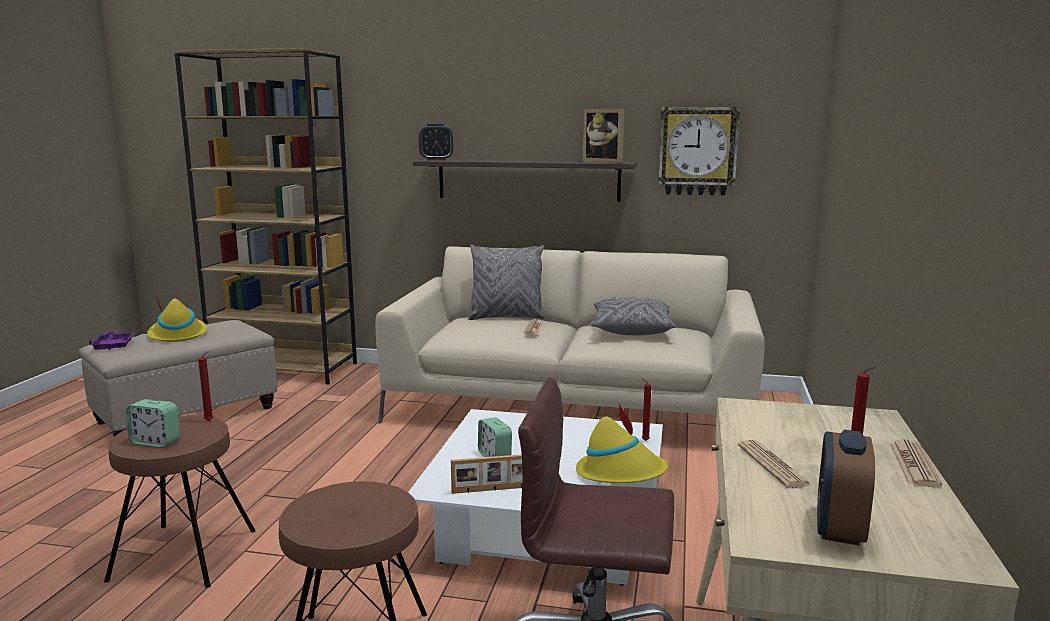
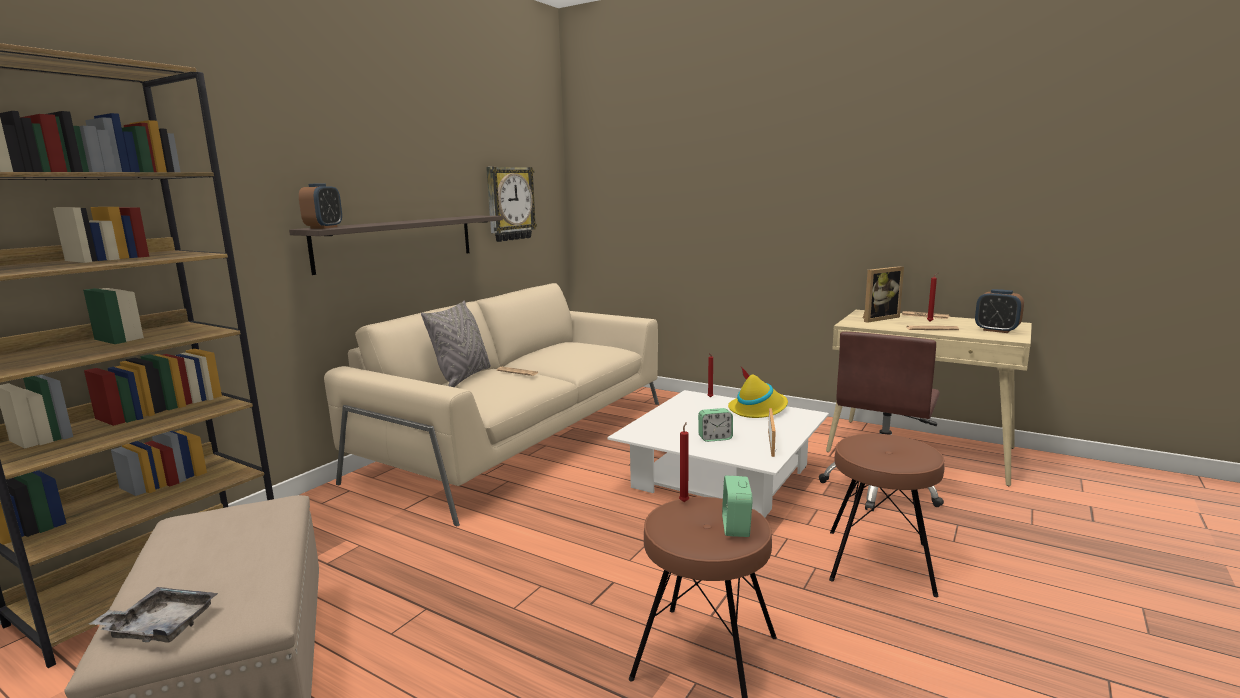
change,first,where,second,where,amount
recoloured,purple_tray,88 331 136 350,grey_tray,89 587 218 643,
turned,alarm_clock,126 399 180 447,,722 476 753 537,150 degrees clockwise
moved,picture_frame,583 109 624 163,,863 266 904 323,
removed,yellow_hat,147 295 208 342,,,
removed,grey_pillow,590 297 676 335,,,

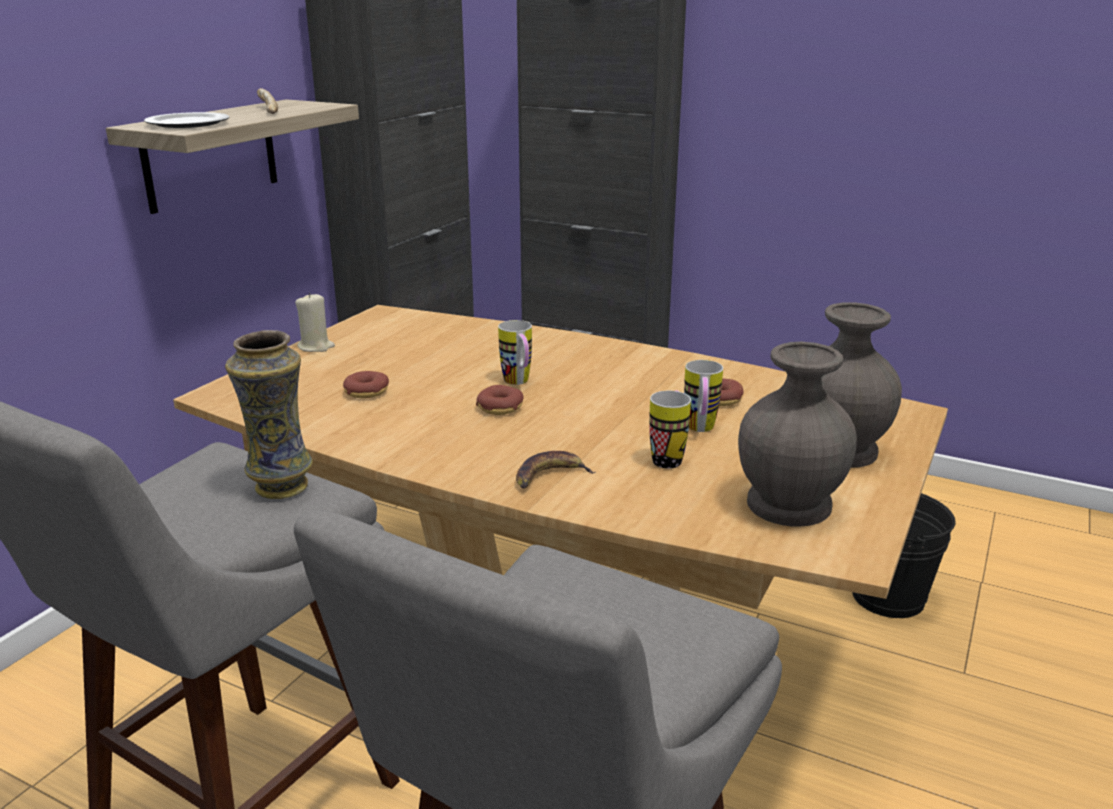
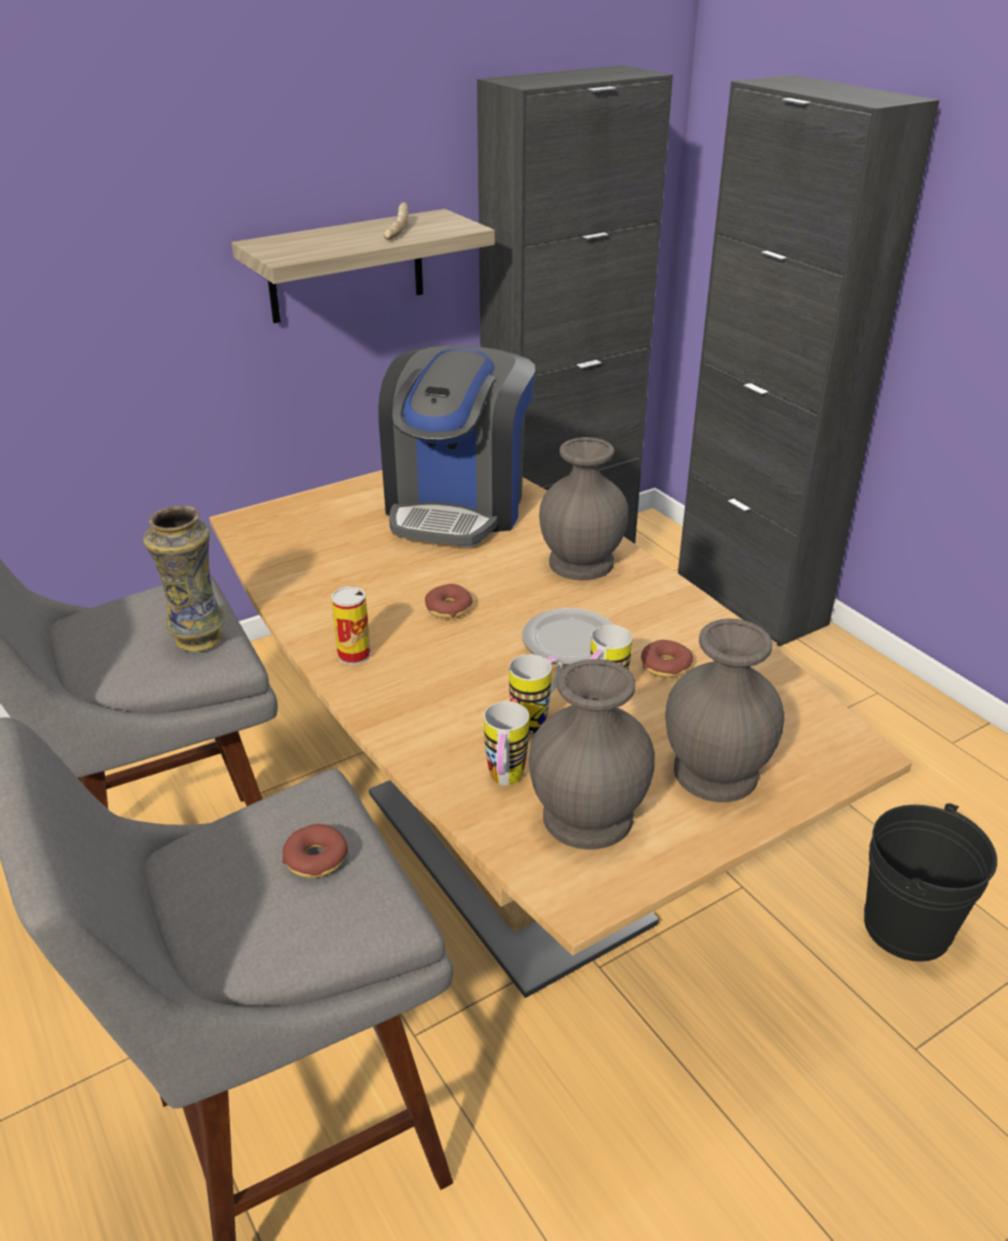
change,first,where,second,where,amount
moved,donut,343 371 389 398,,282 824 348 878,
added,,,can,331 586 371 665,
added,,,coffee_machine,378 345 535 546,
moved,mug,498 320 532 385,,484 701 529 785,
moved,plate,144 112 229 128,,522 608 614 665,
added,,,grey_vase,539 437 628 580,
removed,beige_candle,295 293 335 352,,,
removed,banana,516 451 596 489,,,

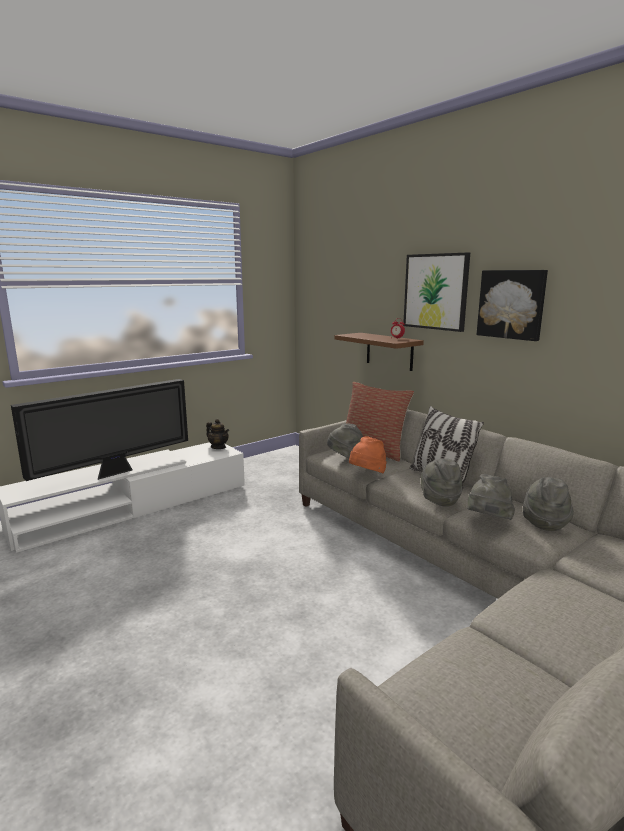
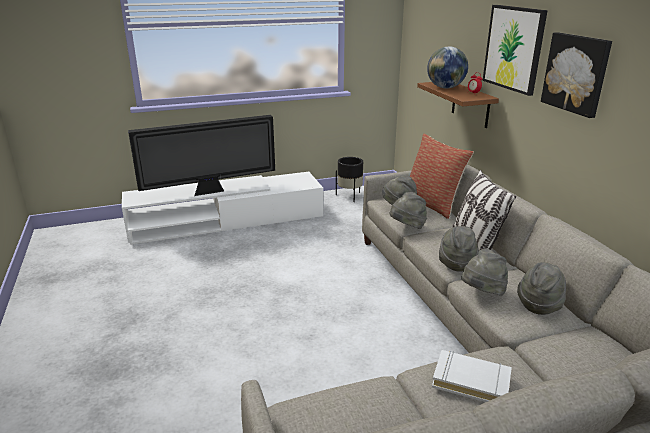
change,first,where,second,where,amount
added,,,black_planter,336 157 363 202,
recoloured,orange_hat,349 436 387 473,grey_hat,390 192 427 229,
added,,,globe,427 47 468 88,
added,,,white_book,432 350 512 402,
removed,teapot,206 419 229 449,,,

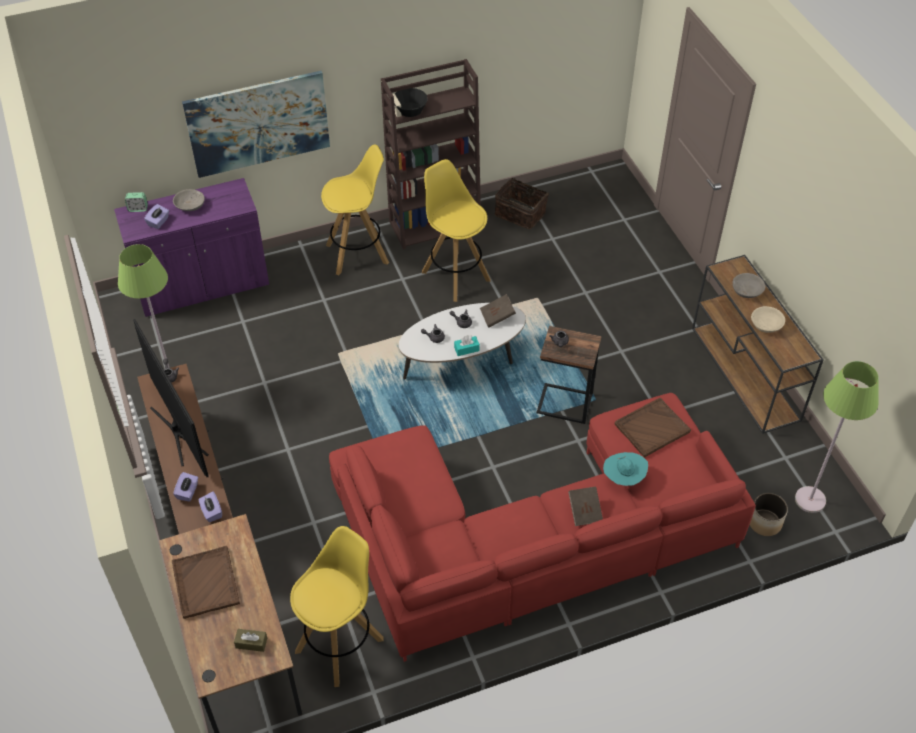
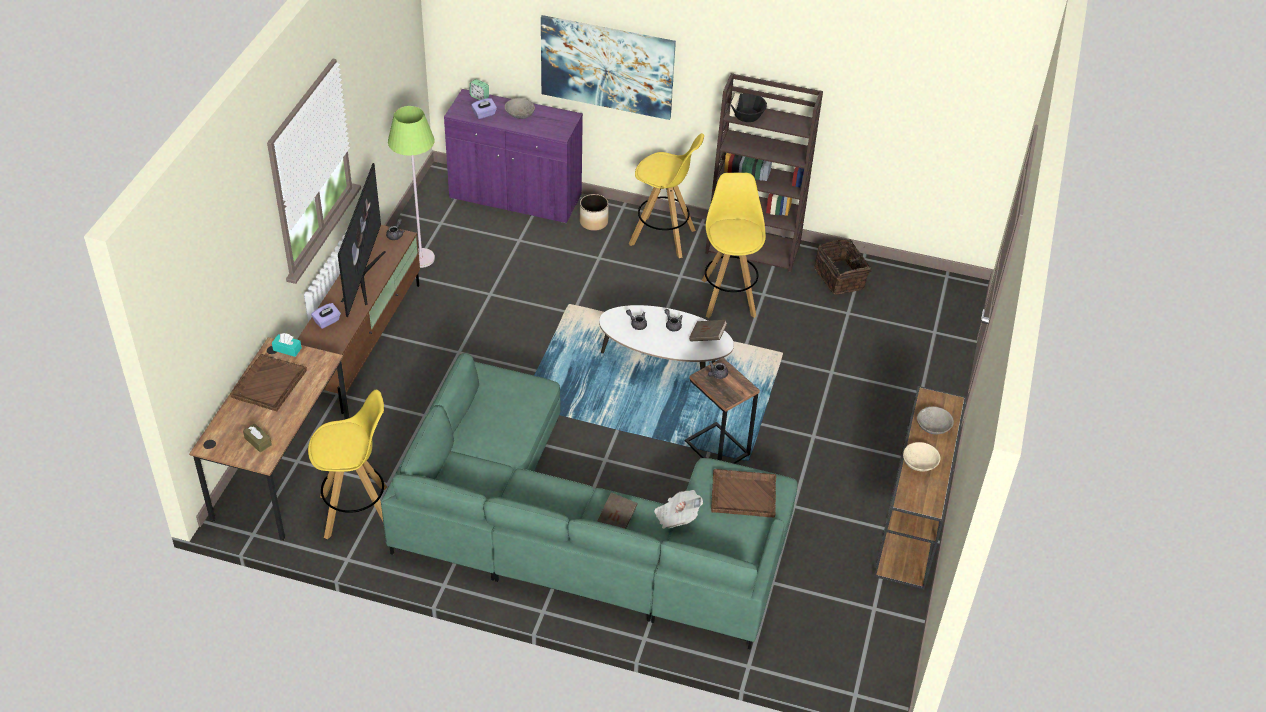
change,first,where,second,where,amount
moved,turquoise_tissue_box,454 335 480 356,,272 333 302 357,
recoloured,red_sofa,329 393 756 662,green_sofa,381 353 797 650,
moved,planter,750 493 788 536,,579 194 609 231,
replaced,turquoise_hat,603 452 648 486,newspaper,654 490 703 529,
removed,purple_tissue_box,199 491 222 522,,,
removed,green_floor_lamp,795 361 879 513,,,

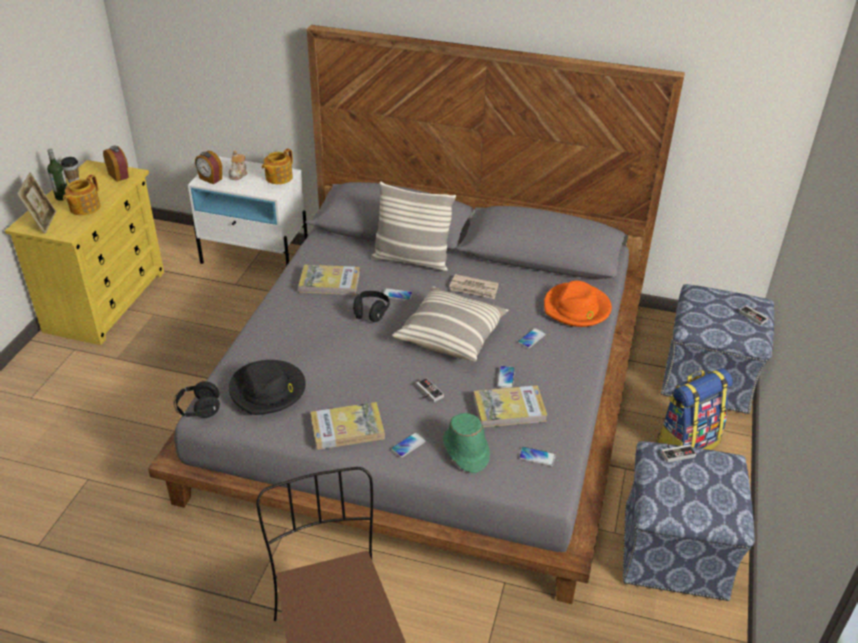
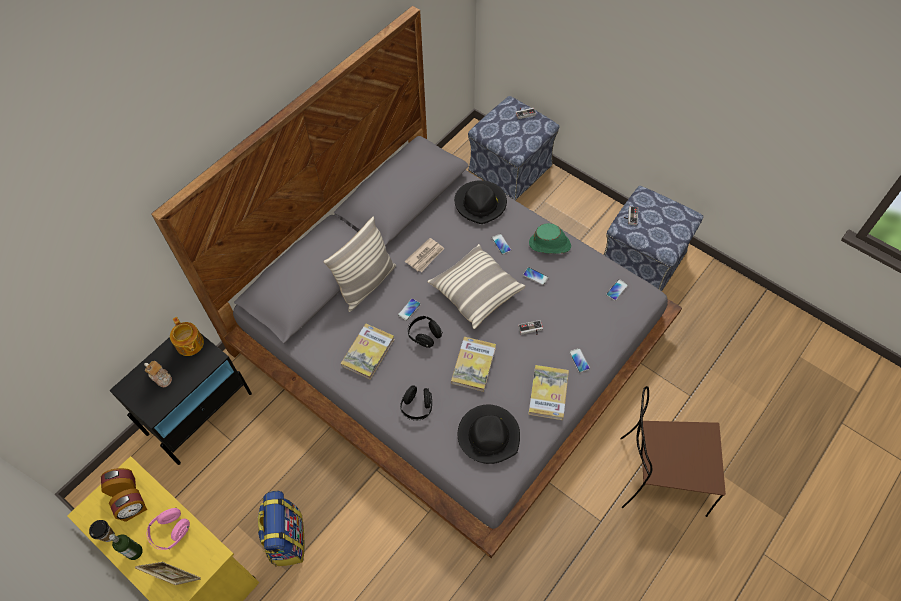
change,first,where,second,where,amount
recoloured,white_nightstand,188 156 308 266,black_nightstand,109 333 252 465,
moved,alarm_clock,195 151 222 184,,109 489 147 522,
replaced,teapot,63 175 100 215,pink_headphones,147 508 190 550,
moved,backpack,656 368 733 450,,258 491 305 567,
moved,black_headphones,174 381 220 418,,400 386 432 421,
moved,book,473 385 547 427,,451 337 496 392,
recoloured,orange_hat,544 281 612 327,black_hat,454 180 507 224,
moved,green_hat,443 413 490 473,,529 223 571 254,

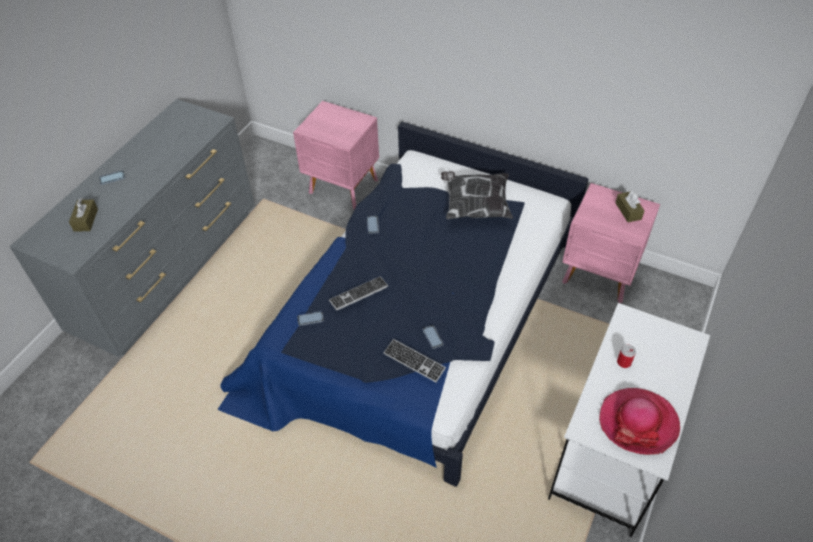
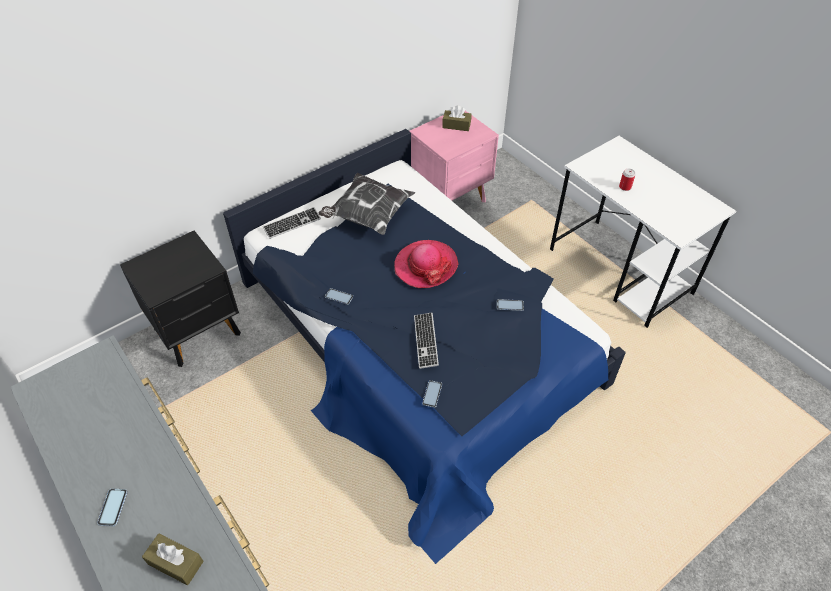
change,first,where,second,where,amount
recoloured,pink_nightstand,293 101 379 210,black_nightstand,120 231 241 367,
moved,keyboard,384 339 446 382,,263 207 321 239,
moved,hat,599 388 680 455,,394 240 459 288,

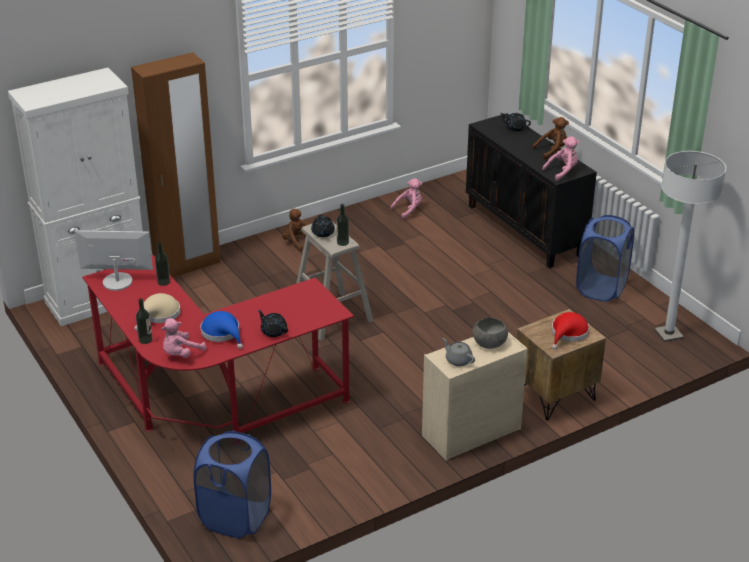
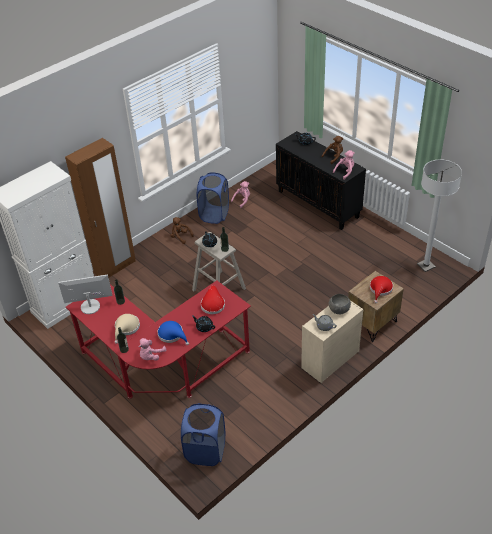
change,first,where,second,where,amount
moved,blue_laundry_basket,576 215 634 302,,197 173 229 224,
added,,,red_hat,201 285 225 314,

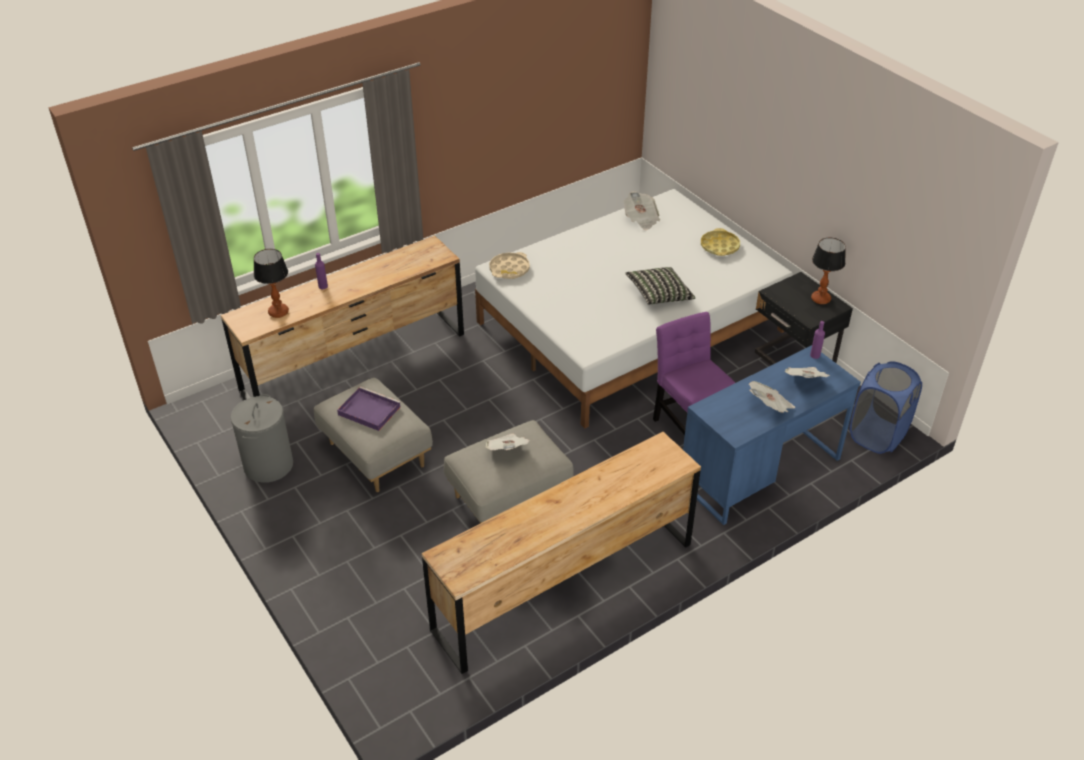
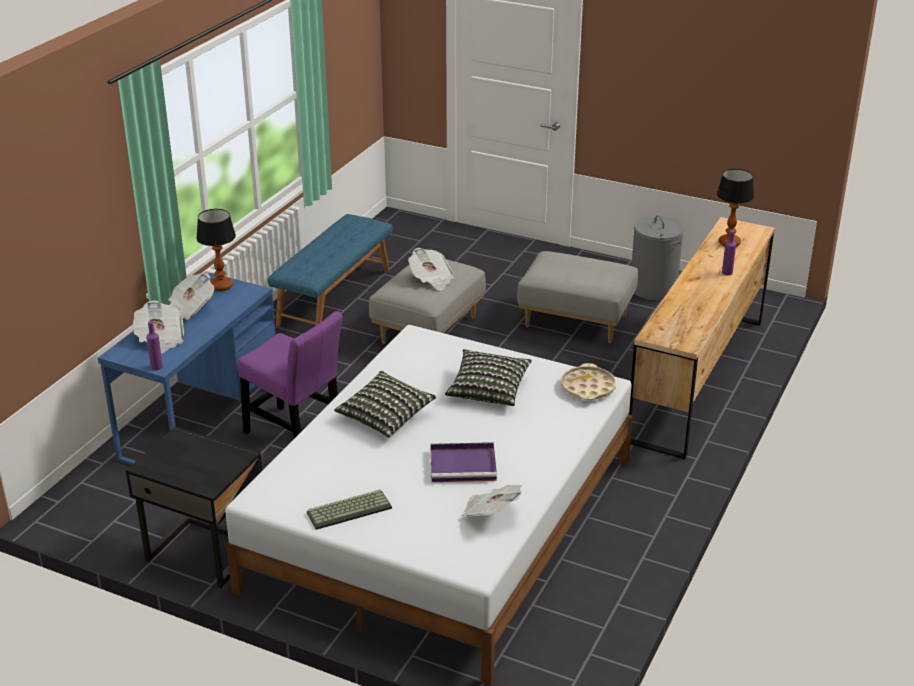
change,first,where,second,where,amount
moved,table_lamp,811 238 846 304,,196 209 236 291,
replaced,brown_dresser,422 432 701 674,blue_bench,267 214 393 326,
replaced,yellow_tray,701 228 740 256,keyboard,307 490 392 530,
moved,purple_tray,337 386 401 431,,430 442 497 482,
added,,,pillow,445 349 532 406,
removed,blue_laundry_basket,850 361 922 454,,,

